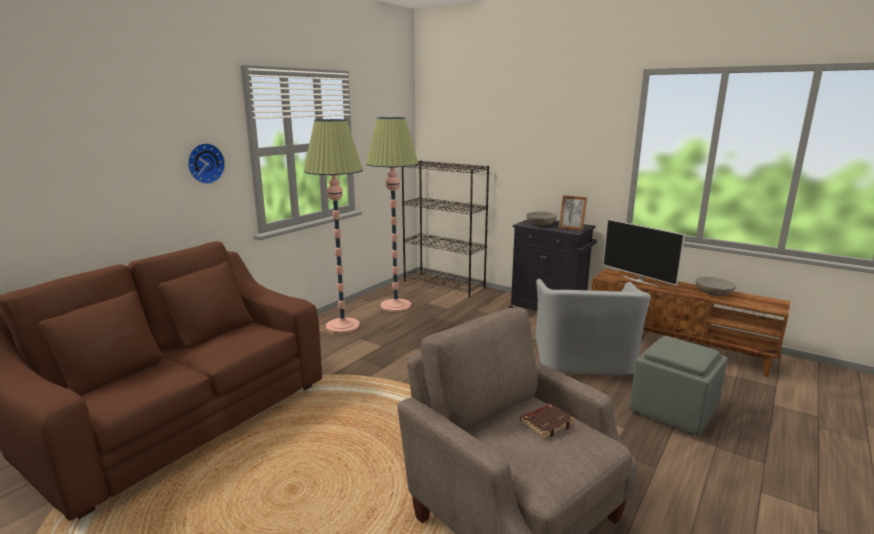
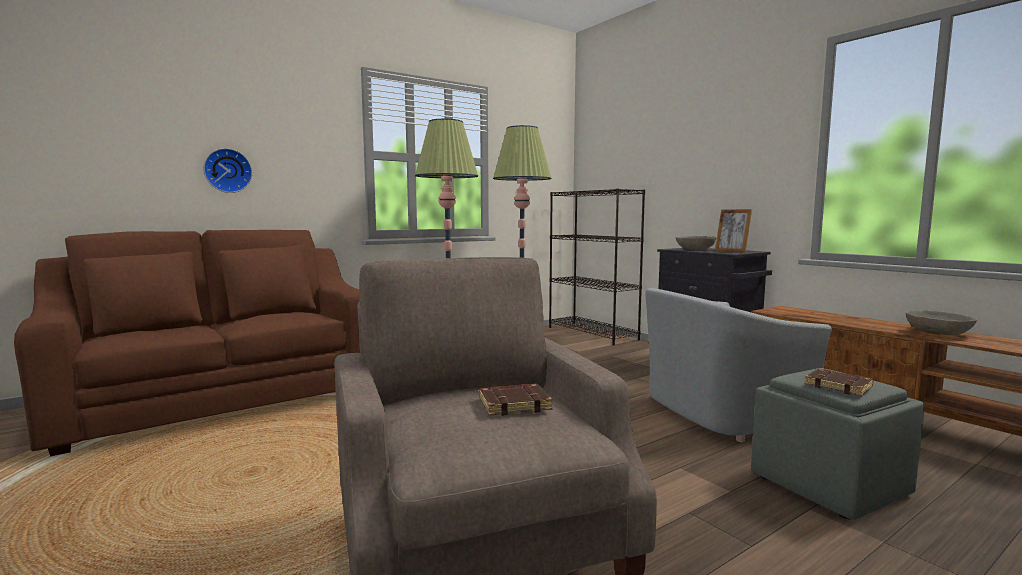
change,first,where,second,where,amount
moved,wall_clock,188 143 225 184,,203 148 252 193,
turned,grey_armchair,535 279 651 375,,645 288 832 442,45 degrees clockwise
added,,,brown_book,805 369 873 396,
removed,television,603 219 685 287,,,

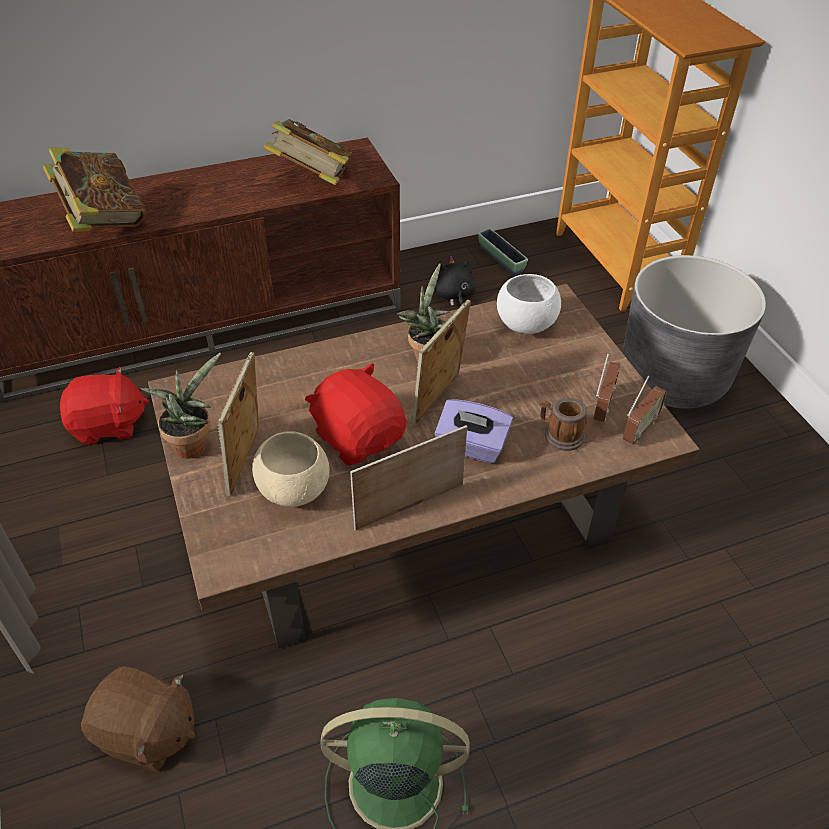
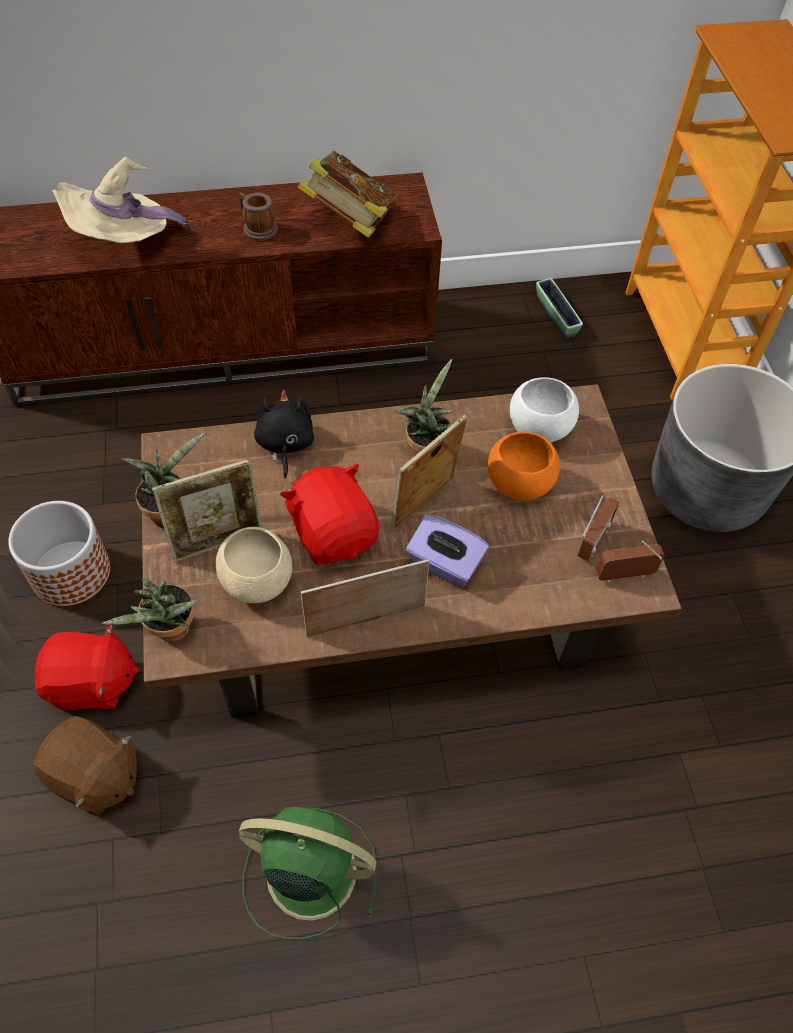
change,first,where,second,where,amount
added,,,planter,8 501 110 606,
moved,red_plush_toy,60 367 149 445,,34 625 139 710,
replaced,book,43 147 146 232,beige_hat,52 157 193 243,
added,,,potted_plant,102 578 199 642,
turned,picture_frame,218 352 259 496,,152 459 262 562,135 degrees counterclockwise
moved,mug,540 398 587 451,,238 193 278 241,
moved,black_plush_toy,435 256 476 306,,254 390 314 479,
added,,,orange_bowl,488 432 560 501,
turned,radio,623 375 667 444,,595 541 665 582,150 degrees counterclockwise

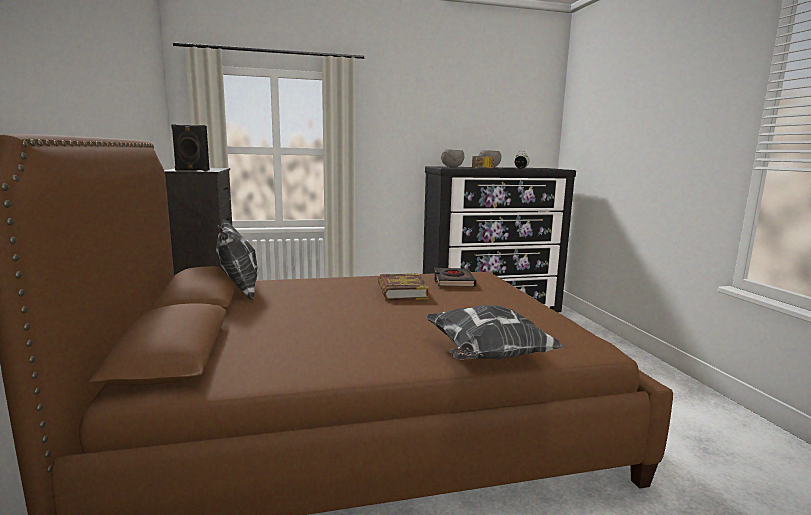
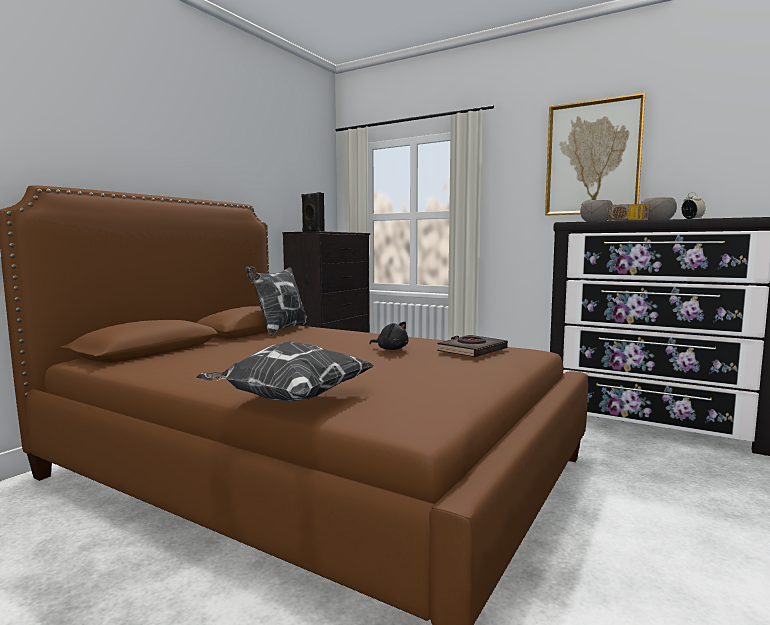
change,first,where,second,where,amount
replaced,book,378 273 429 300,black_plush_toy,370 322 409 350,
added,,,picture,545 93 646 216,

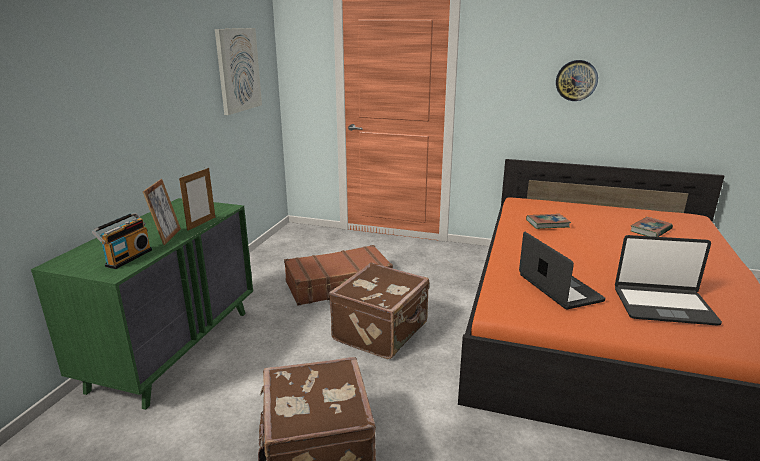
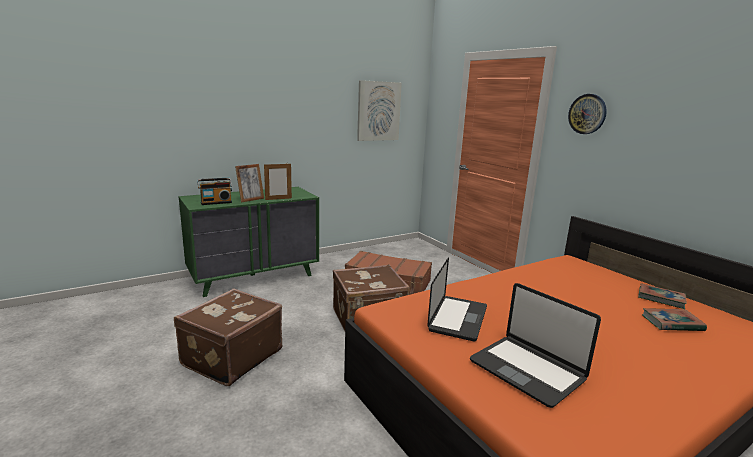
change,first,where,second,where,amount
moved,wall_clock,556 60 598 101,,568 94 607 134,
moved,book,526 214 571 229,,638 283 687 309,

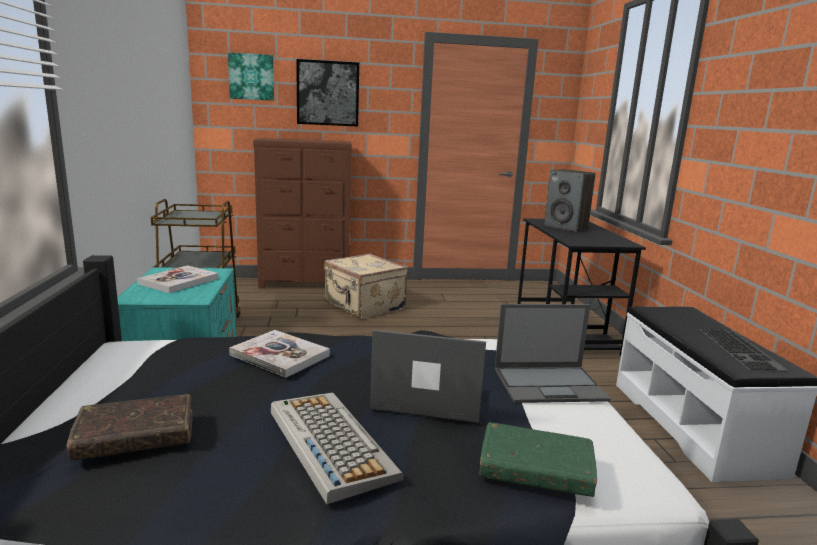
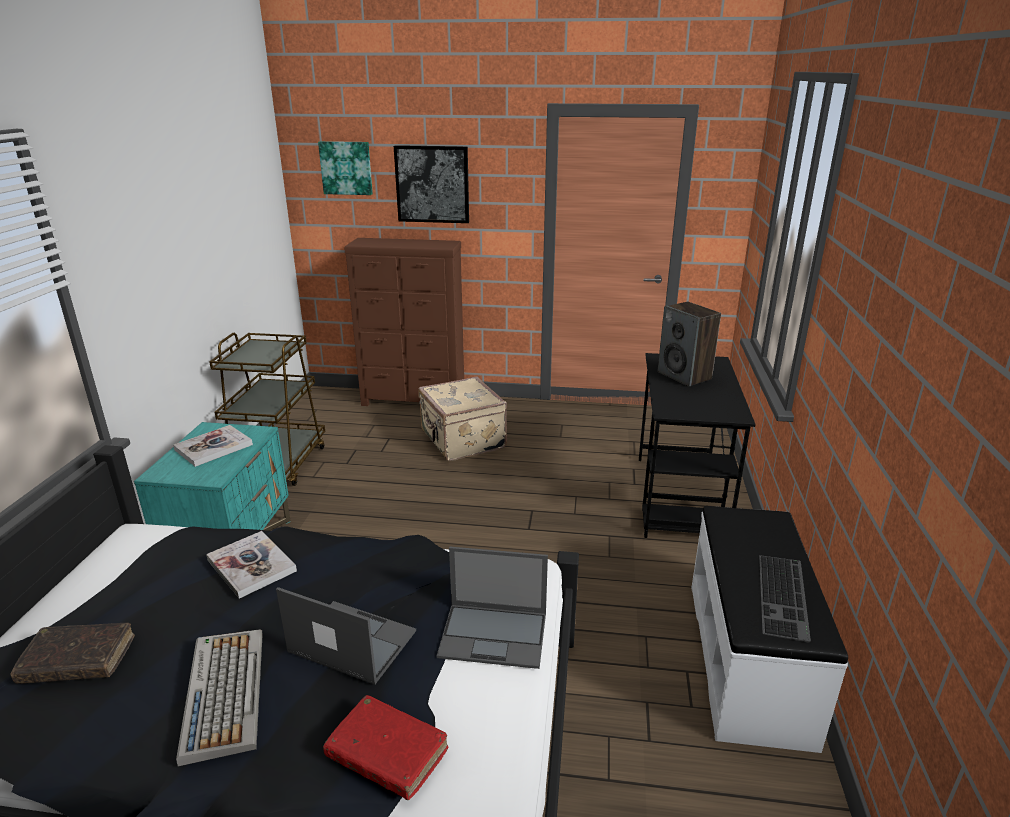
change,first,where,second,where,amount
recoloured,green_book,479 422 597 497,red_book,323 695 449 800,

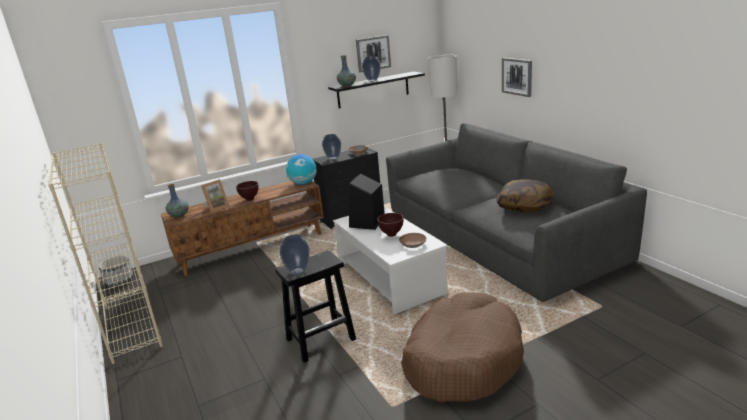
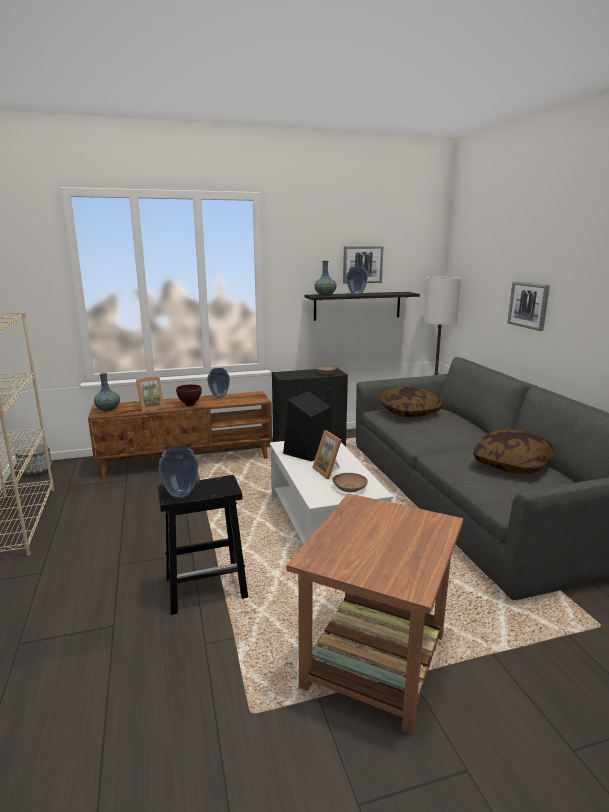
change,first,where,second,where,amount
moved,vase,322 134 341 160,,207 368 230 398,
replaced,brown_dog_bed,401 292 524 402,brown_side_table,287 493 463 734,
replaced,brown_bowl,377 213 403 237,picture_frame,312 430 342 479,
added,,,pillow,378 387 443 417,
removed,globe,286 154 317 185,,,

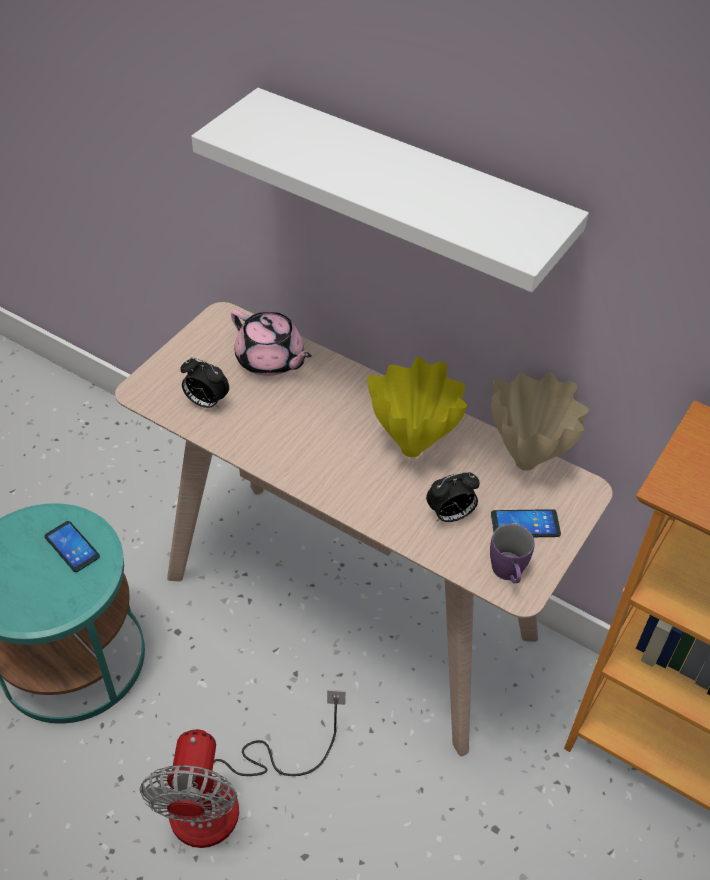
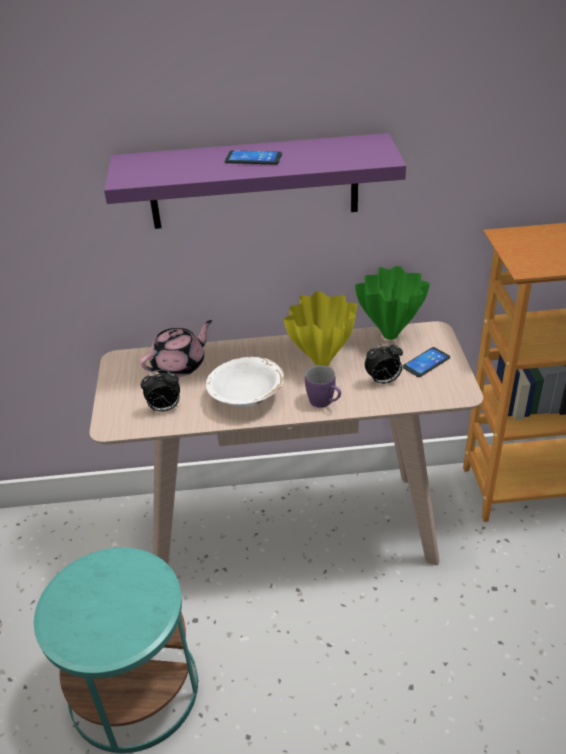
change,first,where,second,where,amount
recoloured,white_shelf,191 88 589 292,purple_shelf,104 133 406 229,
turned,pink_teapot,231 310 312 376,,140 320 212 377,45 degrees counterclockwise
added,,,white_bowl,206 357 284 407,
moved,phone,44 521 100 572,,225 151 282 165,
moved,purple_mug,490 523 535 583,,305 365 341 408,
recoloured,beige_vase,491 372 589 471,green_vase,355 266 430 340,
turned,alarm_clock,426 472 480 522,,365 342 403 385,45 degrees clockwise
removed,fan,139 690 345 848,,,

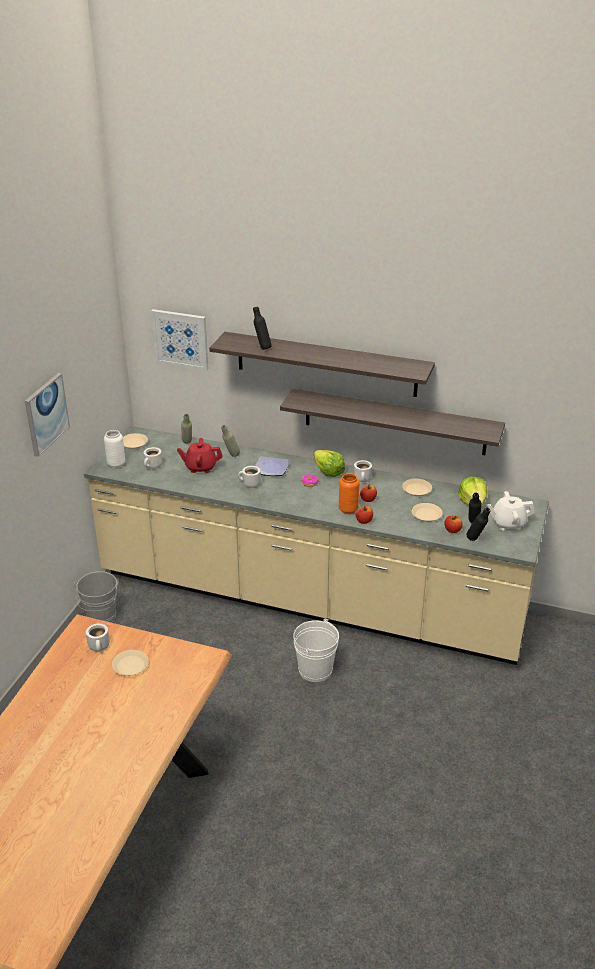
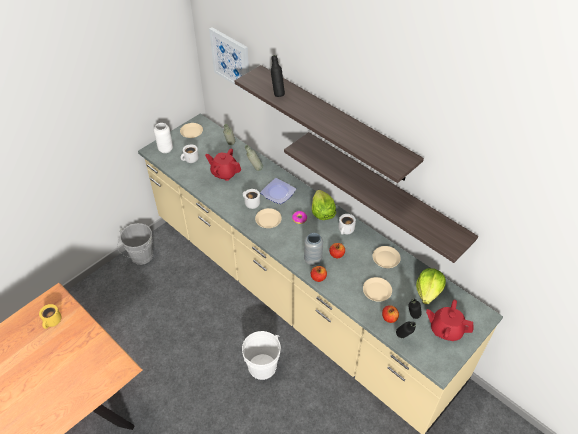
change,first,where,second,where,amount
recoloured,white_mug,86 623 110 652,yellow_mug,39 304 61 329,
moved,beige_plate,112 650 149 676,,255 208 282 228,
recoloured,orange_vase,339 473 359 514,grey_vase,304 233 323 266,
recoloured,white_teapot,487 491 534 530,red_teapot,426 300 474 341,
removed,picture,25 373 70 457,,,

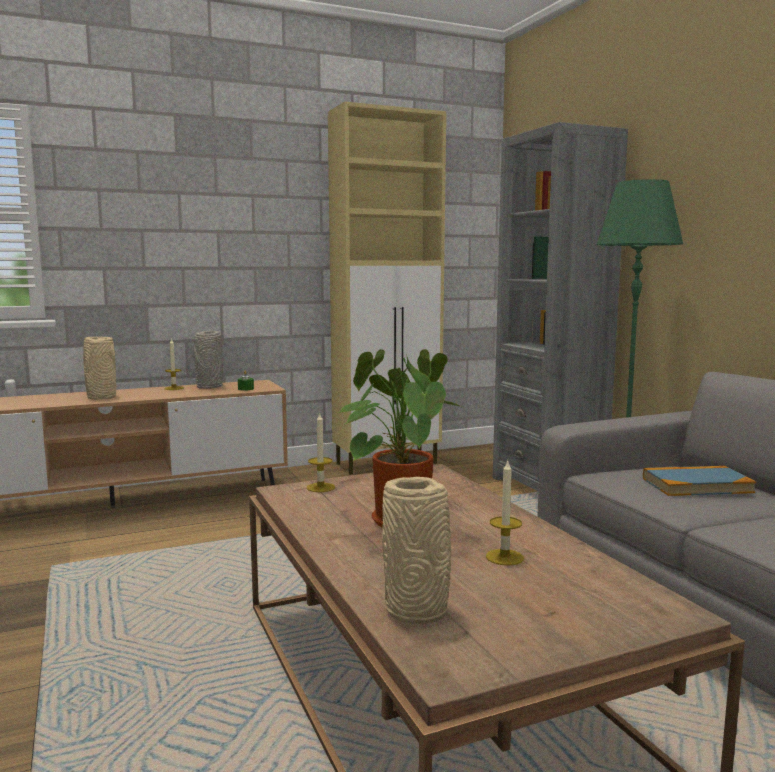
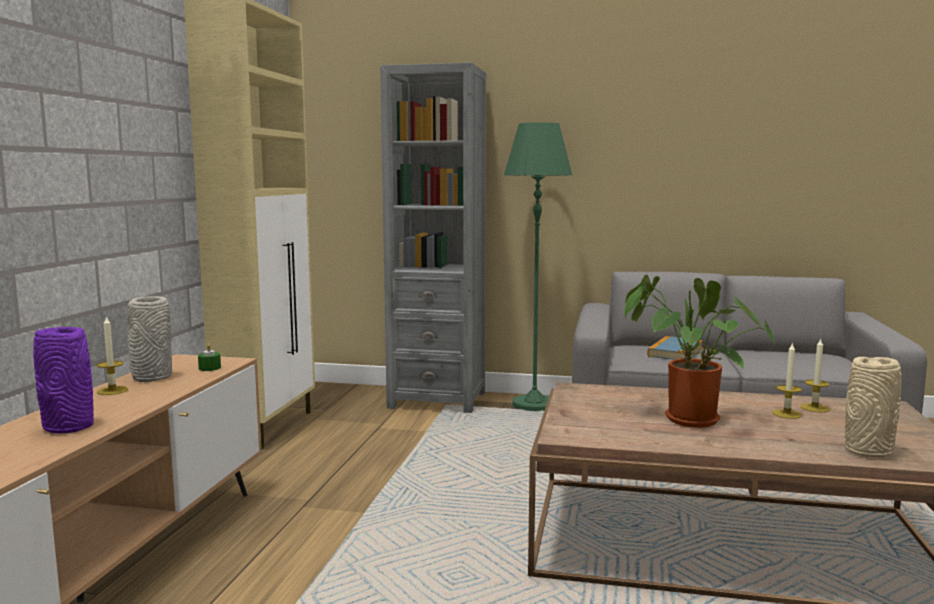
change,first,where,second,where,amount
recoloured,beige_vase,83 337 116 400,purple_vase,33 327 94 434,
moved,candle,307 412 335 492,,800 338 830 412,

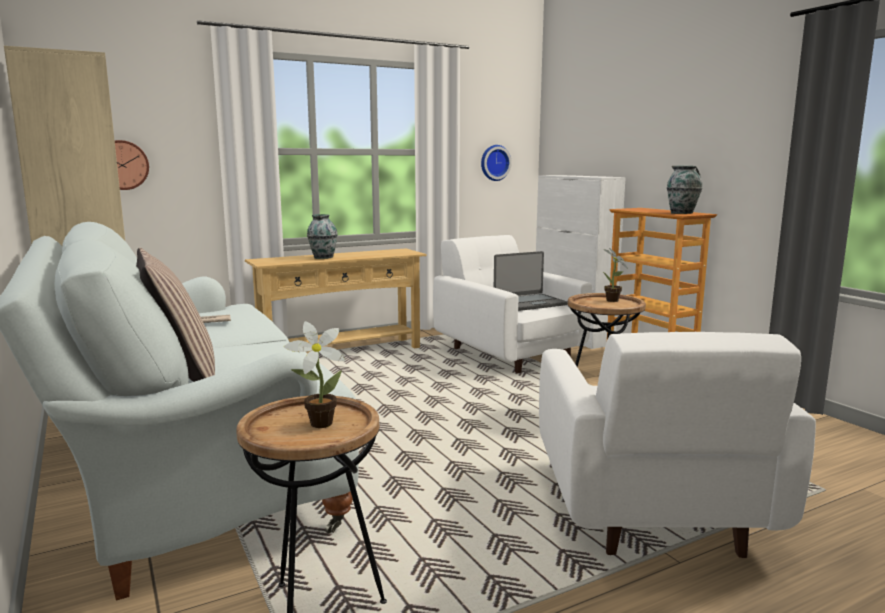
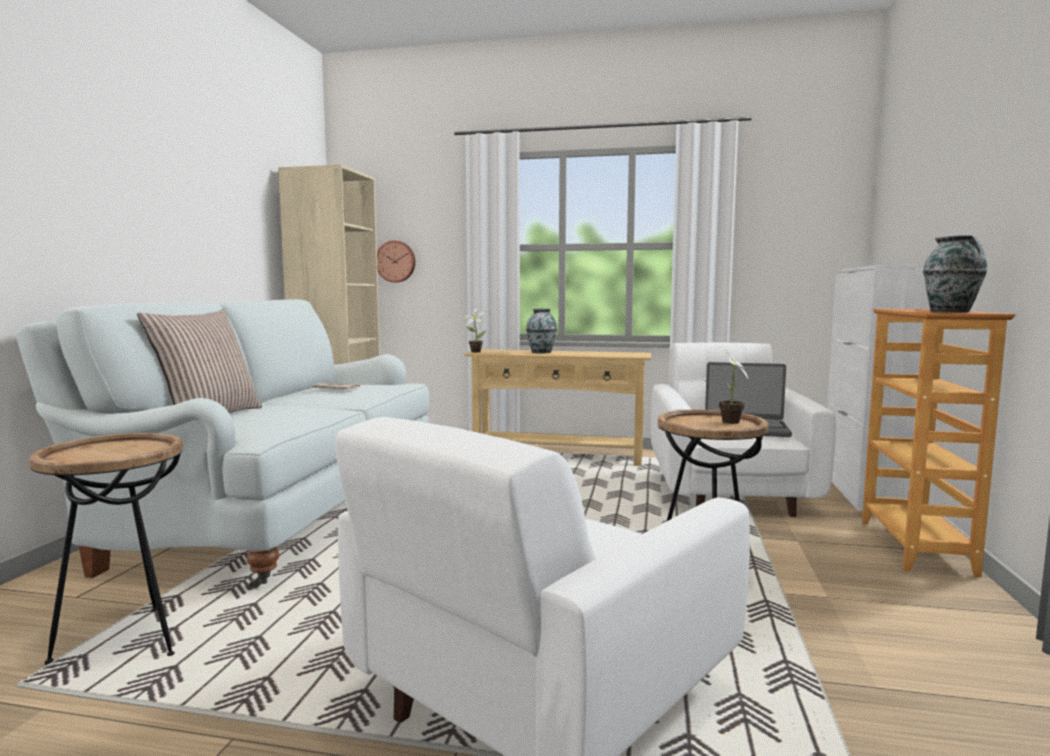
change,first,where,second,where,amount
moved,potted_plant,284 321 345 428,,464 308 486 353,
removed,wall_clock,481 145 512 181,,,

